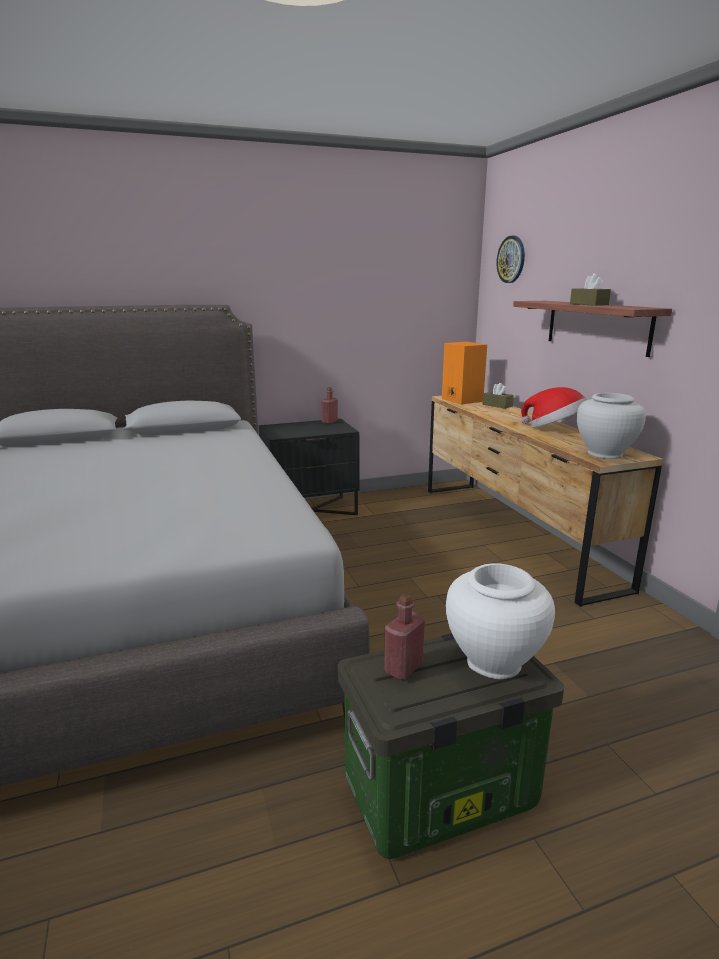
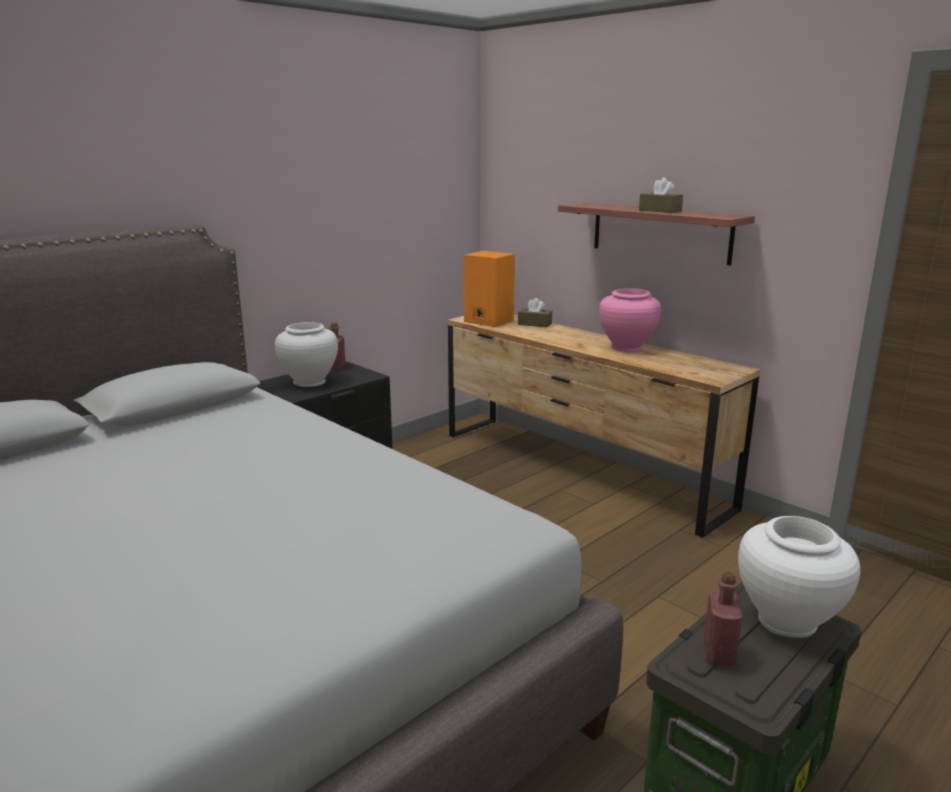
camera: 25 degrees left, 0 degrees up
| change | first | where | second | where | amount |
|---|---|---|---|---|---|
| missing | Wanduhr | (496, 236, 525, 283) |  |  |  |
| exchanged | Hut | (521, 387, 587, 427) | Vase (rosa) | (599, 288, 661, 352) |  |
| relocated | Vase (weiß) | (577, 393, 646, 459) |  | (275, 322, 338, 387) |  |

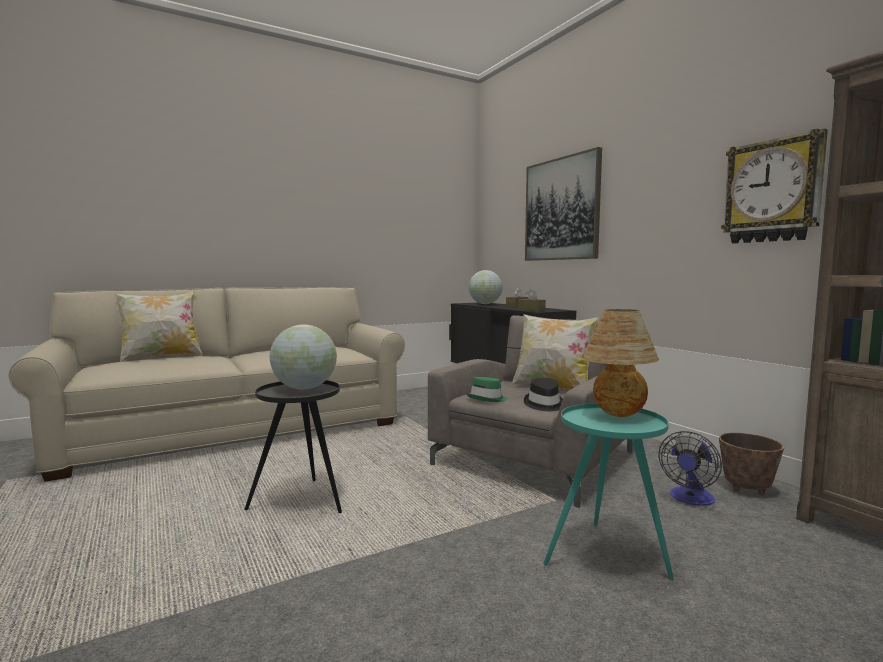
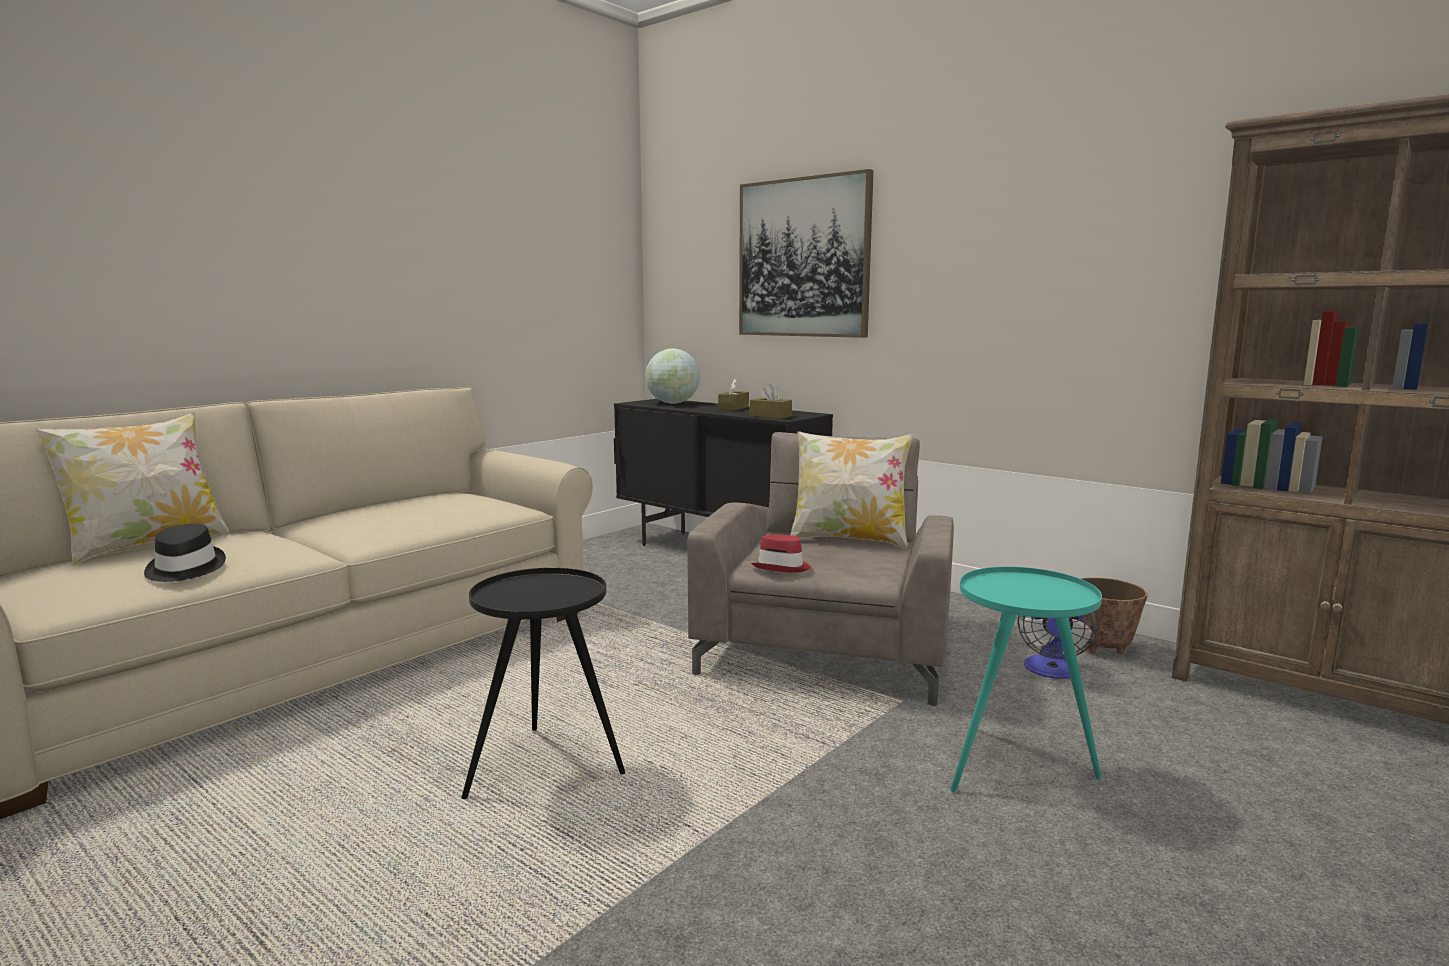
camera: 20 degrees left, 5 degrees up
| change | first | where | second | where | amount |
|---|---|---|---|---|---|
| missing | Wanduhr | (721, 128, 828, 243) |  |  |  |
| missing | Tischlampe | (582, 309, 659, 417) |  |  |  |
| missing | Globus | (270, 325, 337, 389) |  |  |  |
| colour | Hut (grün) | (466, 377, 508, 402) | Hut (rot) | (751, 534, 811, 573) |  |
| relocated | Hut (schwarz) | (524, 378, 563, 411) |  | (144, 523, 226, 582) |  |

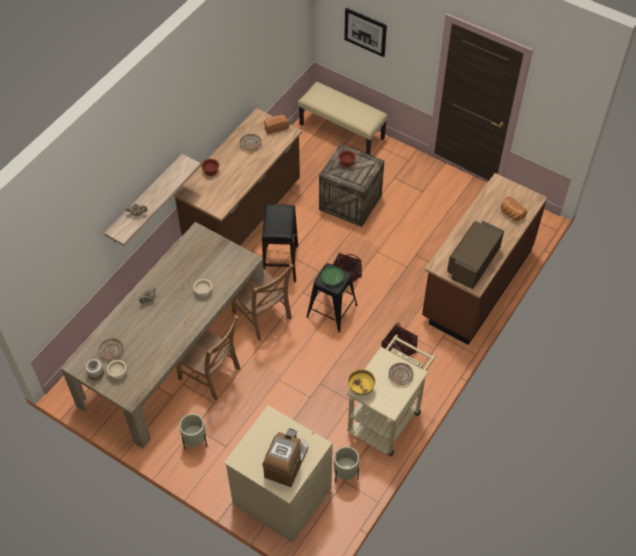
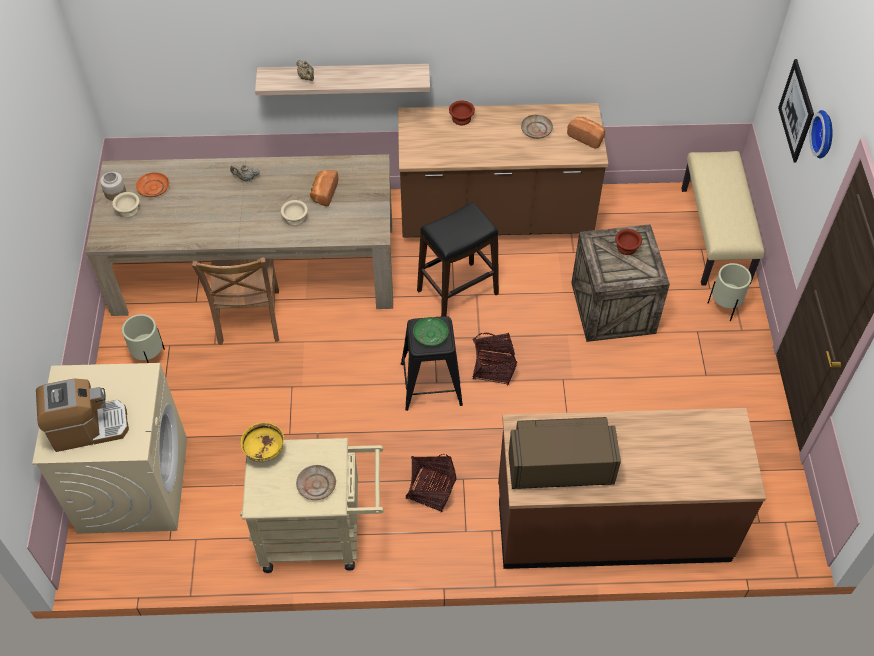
camera: 55 degrees right, 0 degrees up
| change | first | where | second | where | amount |
|---|---|---|---|---|---|
| relocated | Brot | (501, 196, 527, 221) |  | (310, 170, 338, 207) |  |
| missing | Stuhl (braun) | (231, 264, 294, 341) |  |  |  |
| colour | Teller (beige) | (99, 338, 123, 360) | Teller (orange) | (136, 172, 169, 197) |  |
| relocated | Pflanzkübel (beige) | (334, 446, 359, 482) |  | (708, 263, 752, 321) |  |
| appeared |  |  | Wanduhr | (809, 110, 833, 159) |  |

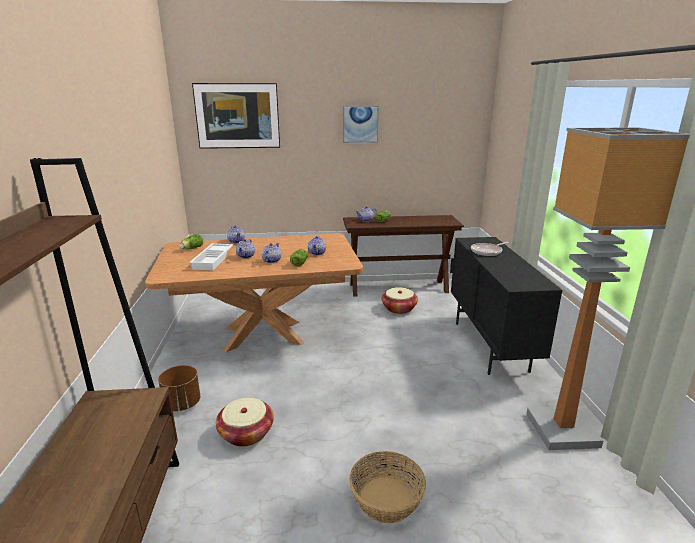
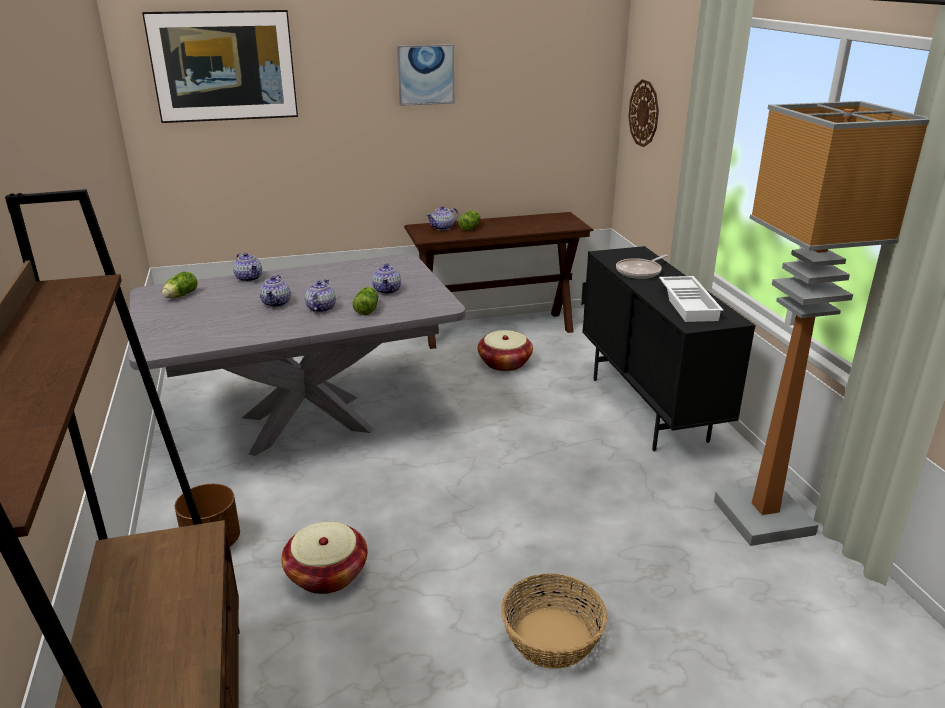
camera: 10 degrees left, 5 degrees up
| change | first | where | second | where | amount |
|---|---|---|---|---|---|
| colour | Esstisch (braun) | (145, 233, 363, 352) | Esstisch (grau) | (128, 254, 466, 456) |  |
| relocated | Tablett (weiß) | (189, 244, 233, 270) |  | (659, 276, 723, 322) |  |
| appeared |  |  | Wanduhr | (628, 79, 659, 147) |  |

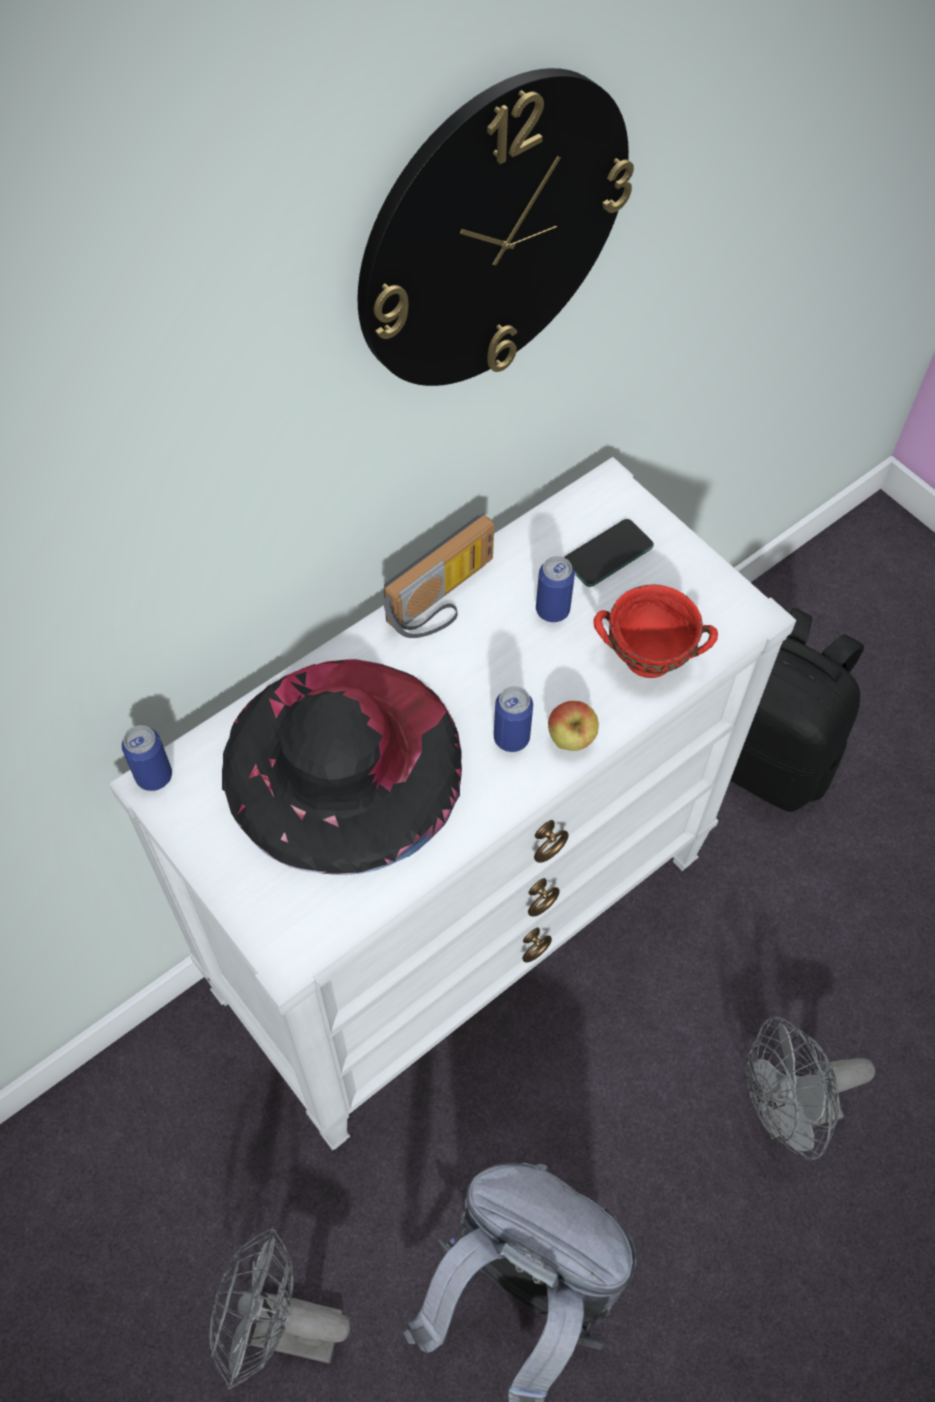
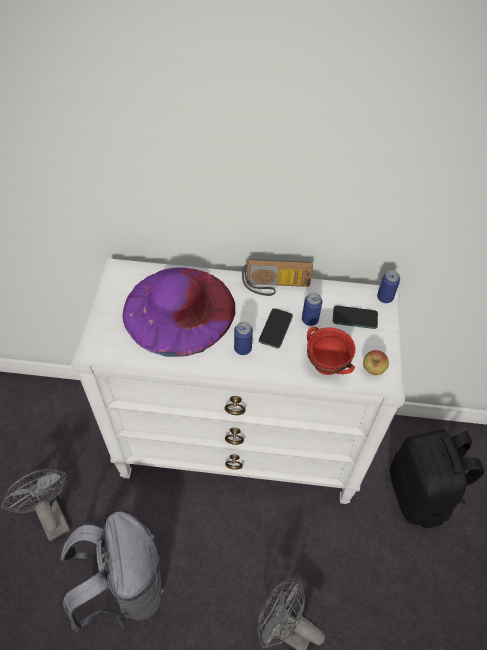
camera: 45 degrees right, 5 degrees down
| change | first | where | second | where | amount |
|---|---|---|---|---|---|
| missing | Wanduhr | (357, 68, 634, 386) |  |  |  |
| colour | Hut (schwarz) | (222, 659, 462, 875) | Hut (lila) | (123, 267, 236, 357) |  |
| relocated | Apfel | (548, 701, 599, 751) |  | (363, 350, 389, 375) |  |
| relocated | Dose | (122, 725, 172, 791) |  | (377, 270, 400, 303) |  |
| appeared |  |  | Handy | (259, 308, 293, 348) |  |

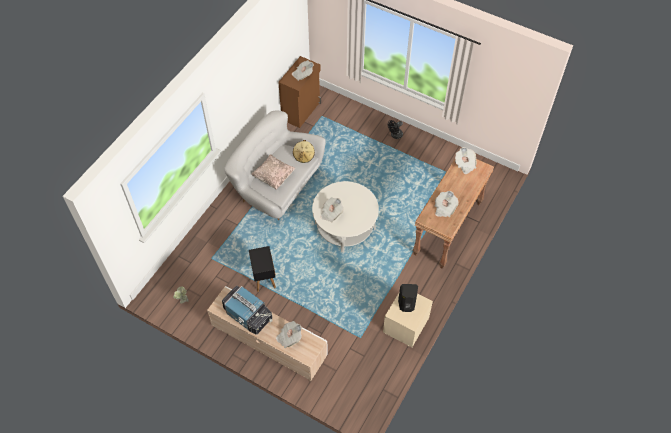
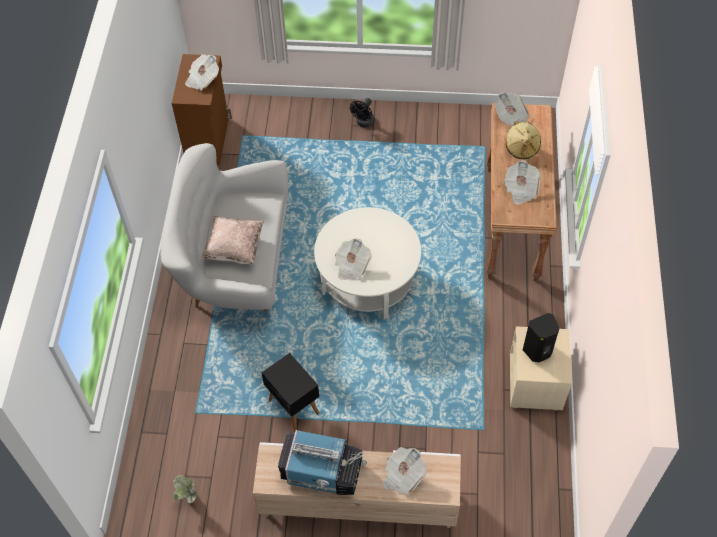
camera: 25 degrees left, 0 degrees up
| change | first | where | second | where | amount |
|---|---|---|---|---|---|
| relocated | Hut (beige) | (293, 140, 315, 163) |  | (505, 121, 541, 159) |  |

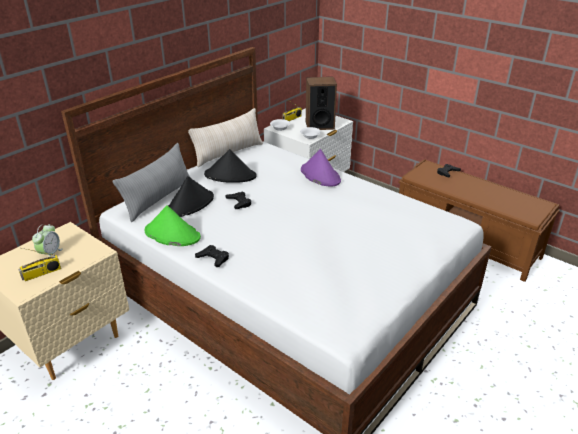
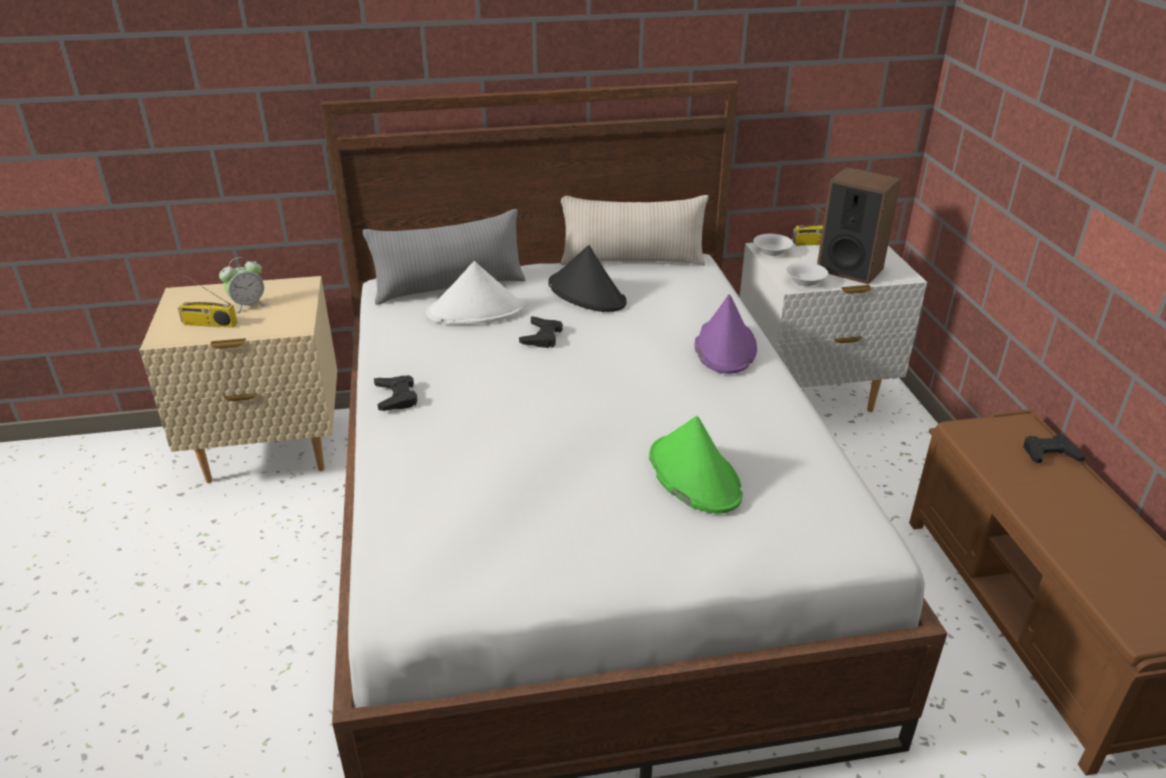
camera: 40 degrees right, 0 degrees up
| change | first | where | second | where | amount |
|---|---|---|---|---|---|
| colour | Hut (schwarz) | (168, 176, 214, 217) | Hut (weiß) | (426, 261, 525, 325) |  |
| relocated | Hut (grün) | (145, 205, 201, 246) |  | (649, 416, 743, 514) |  |

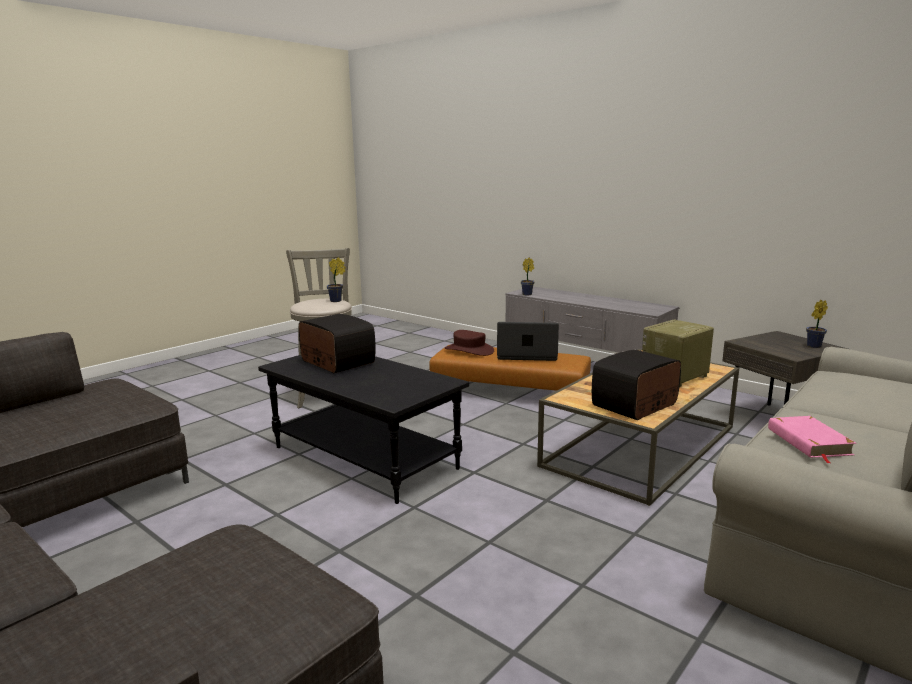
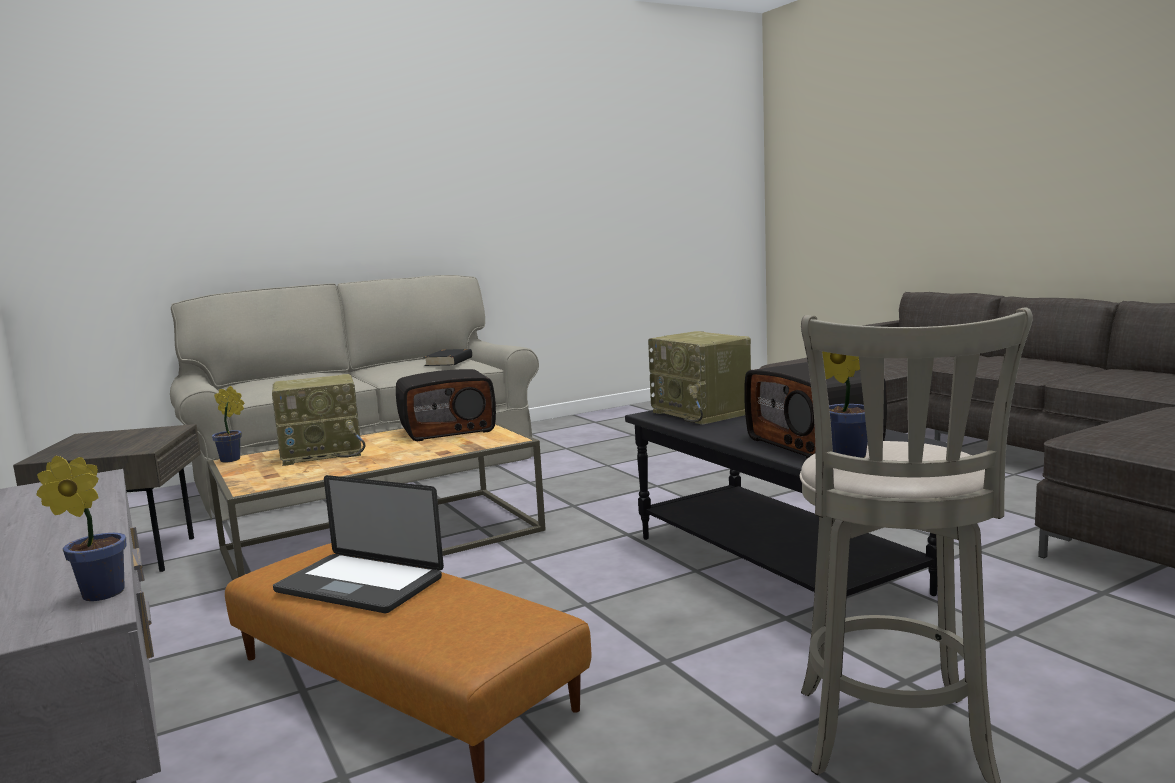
camera: 160 degrees left, 5 degrees down
| change | first | where | second | where | amount |
|---|---|---|---|---|---|
| relocated | Topfpflanze | (806, 300, 828, 348) |  | (212, 386, 245, 462) |  |
| missing | Hut (braun) | (444, 330, 494, 356) |  |  |  |
| colour | Buch (rosa) | (768, 416, 857, 464) | Buch (schwarz) | (424, 349, 472, 366) |  |
| appeared |  |  | Radio | (648, 331, 751, 425) |  |

